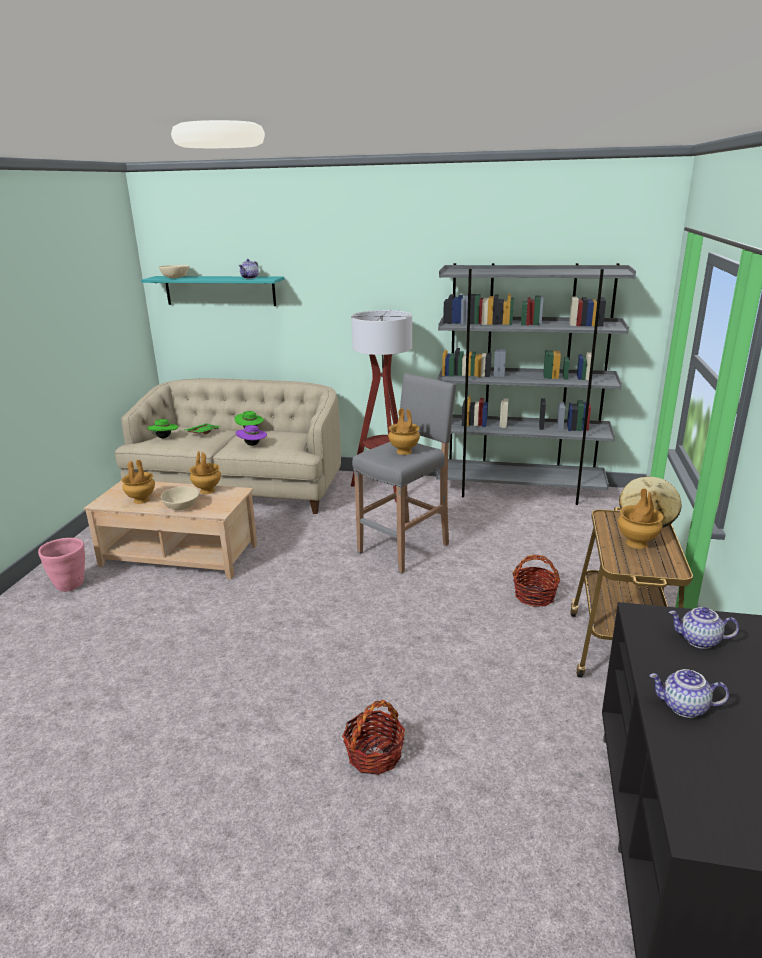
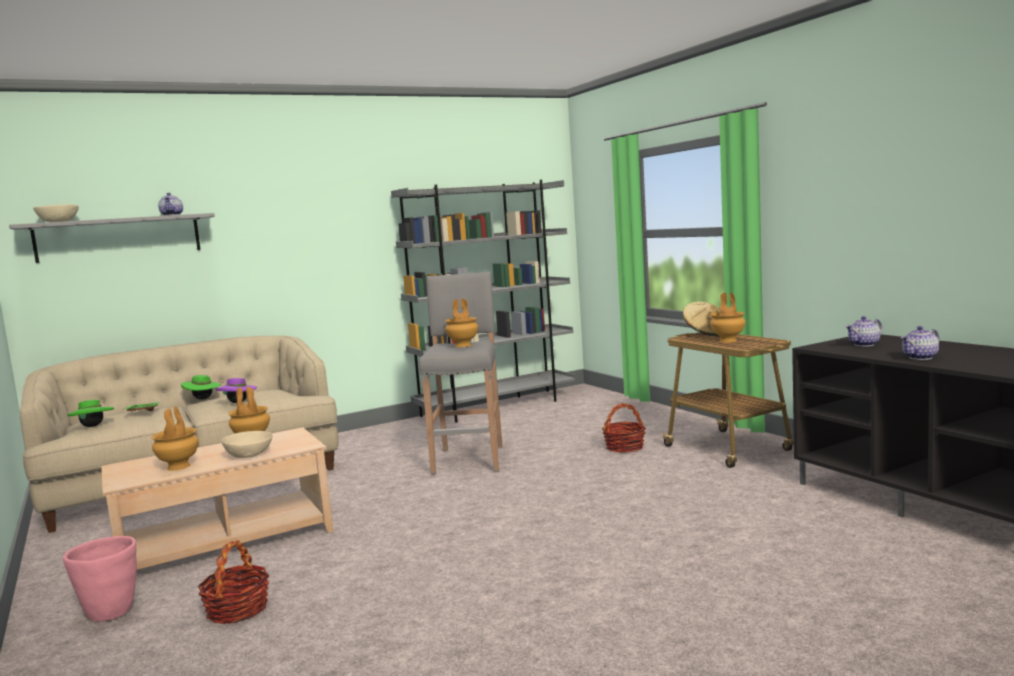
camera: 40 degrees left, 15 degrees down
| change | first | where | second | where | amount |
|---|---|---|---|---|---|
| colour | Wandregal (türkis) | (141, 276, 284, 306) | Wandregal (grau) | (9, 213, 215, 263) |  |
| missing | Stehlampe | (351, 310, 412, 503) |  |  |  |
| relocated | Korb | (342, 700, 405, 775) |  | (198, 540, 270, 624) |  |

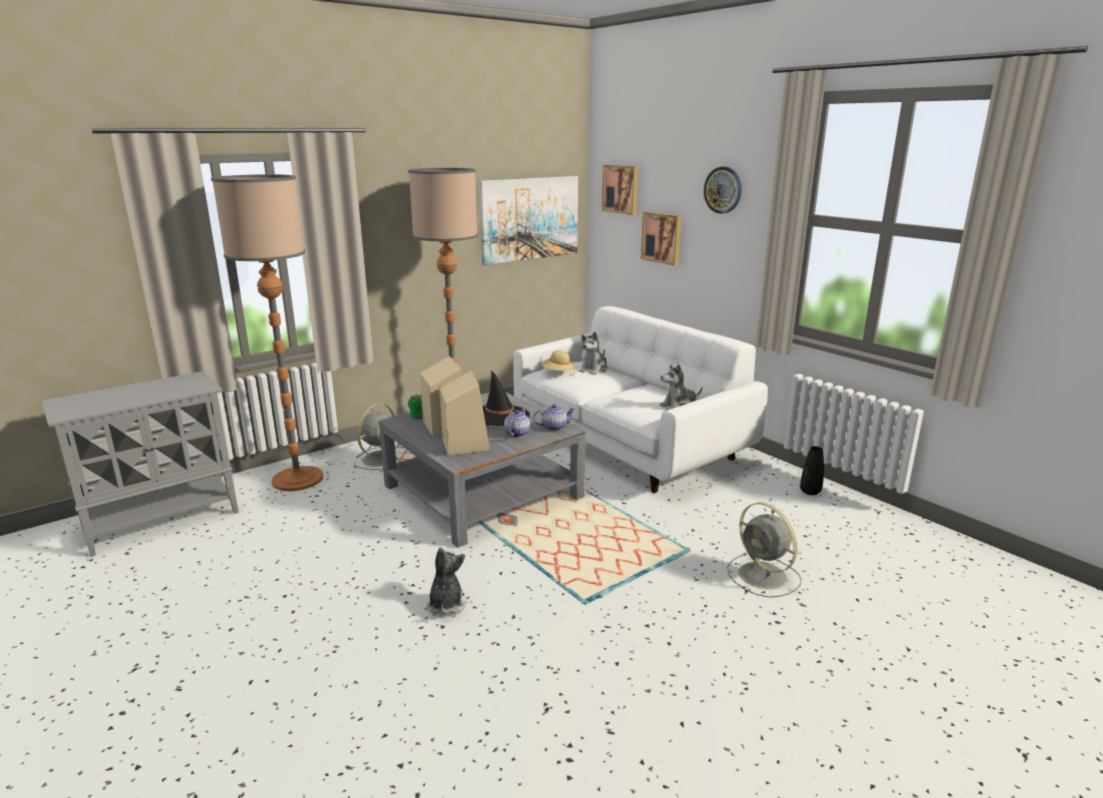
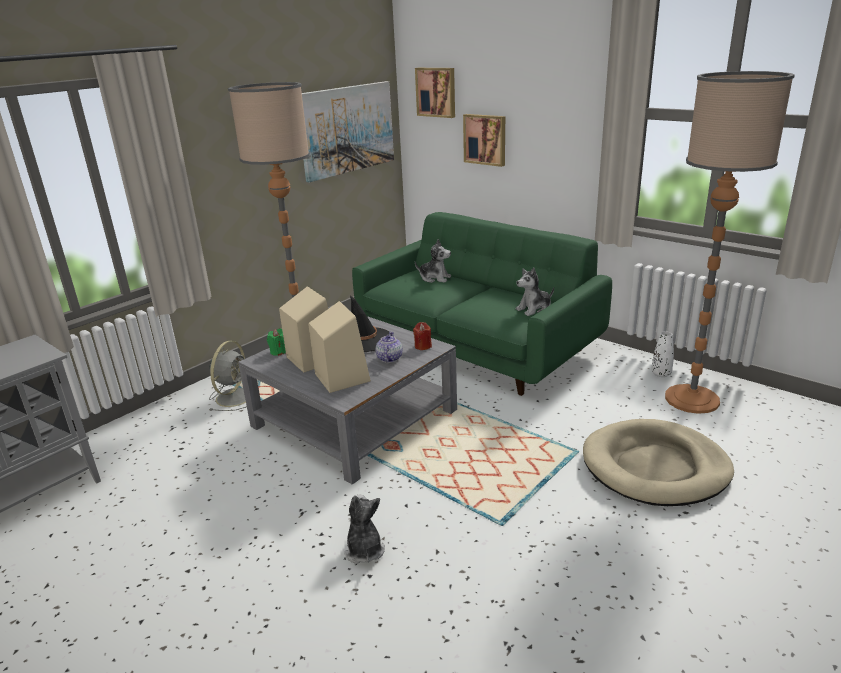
camera: 10 degrees left, 5 degrees up
| change | first | where | second | where | amount |
|---|---|---|---|---|---|
| missing | Wanduhr | (704, 167, 742, 214) |  |  |  |
| relocated | Stehlampe | (211, 174, 323, 491) |  | (665, 71, 795, 414) |  |
| colour | Sofa (weiß) | (513, 306, 768, 493) | Sofa (grün) | (352, 212, 612, 396) |  |
| spun | Plüschtier | (579, 332, 607, 375) |  | (415, 239, 451, 283) | 90 degrees counterclockwise |
| missing | Hut (beige) | (542, 350, 575, 374) |  |  |  |
| exchanged | Teekanne | (533, 404, 575, 431) | Kerze (rot) | (413, 322, 432, 350) |  |
| colour | Vase (schwarz) | (800, 446, 824, 495) | Vase (weiß) | (651, 331, 674, 377) |  |
| exchanged | Ventilator (grau) | (727, 502, 802, 597) | Hundebett (beige) | (583, 419, 734, 506) |  |

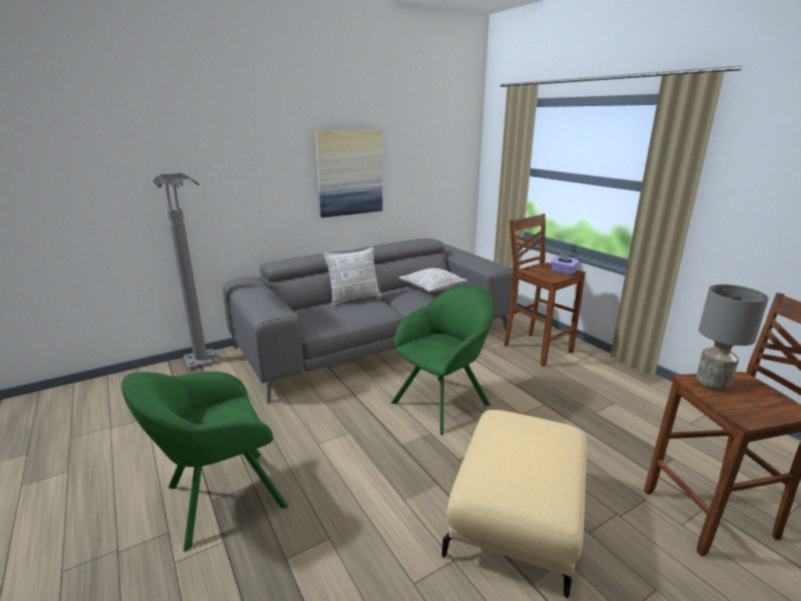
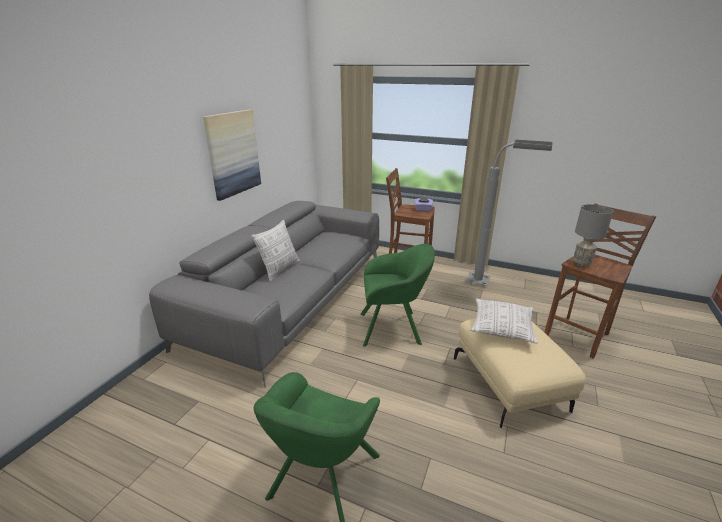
camera: 35 degrees left, 5 degrees up
| change | first | where | second | where | amount |
|---|---|---|---|---|---|
| relocated | Stehlampe (grau) | (153, 173, 218, 368) |  | (466, 140, 553, 286) |  |
| relocated | Kissen | (399, 268, 467, 292) |  | (471, 298, 538, 344) |  |
| spun | Sessel (grün) | (391, 284, 495, 435) |  | (361, 244, 435, 347) | 75 degrees clockwise |

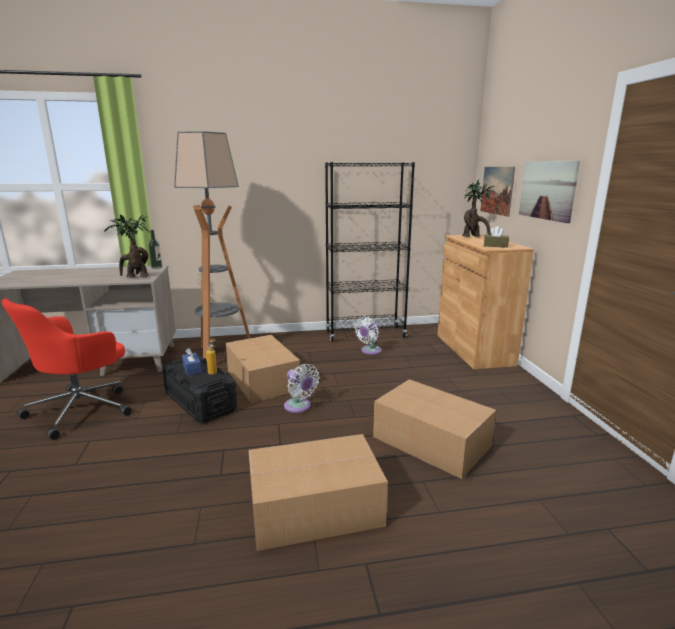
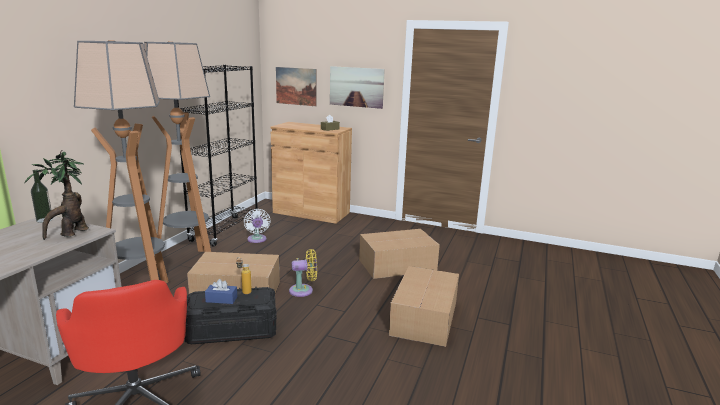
camera: 60 degrees left, 0 degrees up
| change | first | where | second | where | amount |
|---|---|---|---|---|---|
| missing | Topfpflanze | (462, 179, 500, 237) |  |  |  |
| colour | Ventilator (weiß) | (284, 364, 320, 413) | Ventilator (gelb) | (289, 249, 317, 297) |  |
| appeared |  |  | Stehlampe | (144, 42, 211, 270) |  |

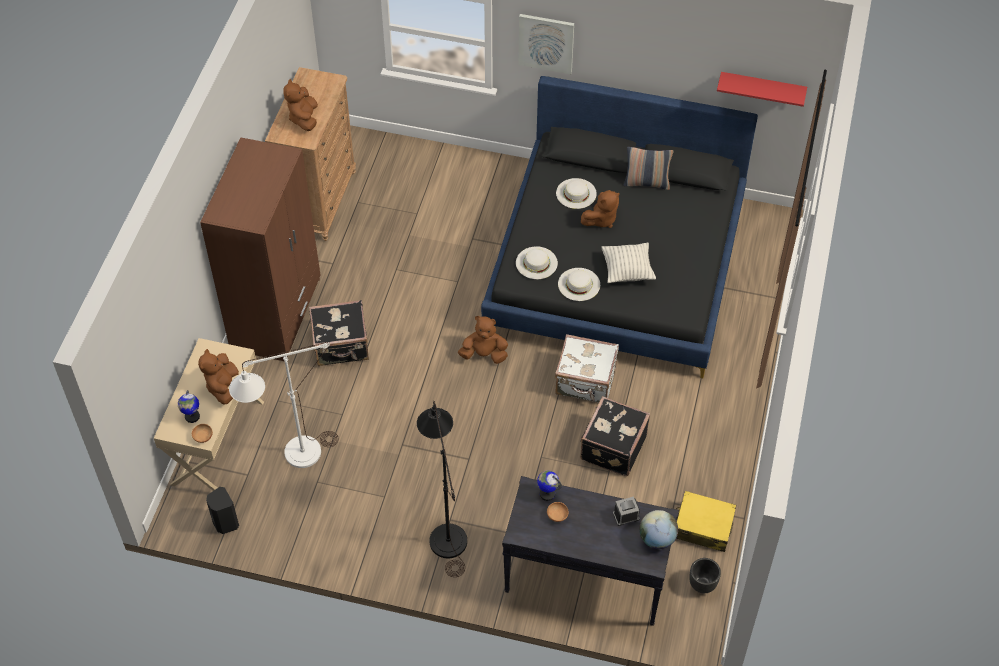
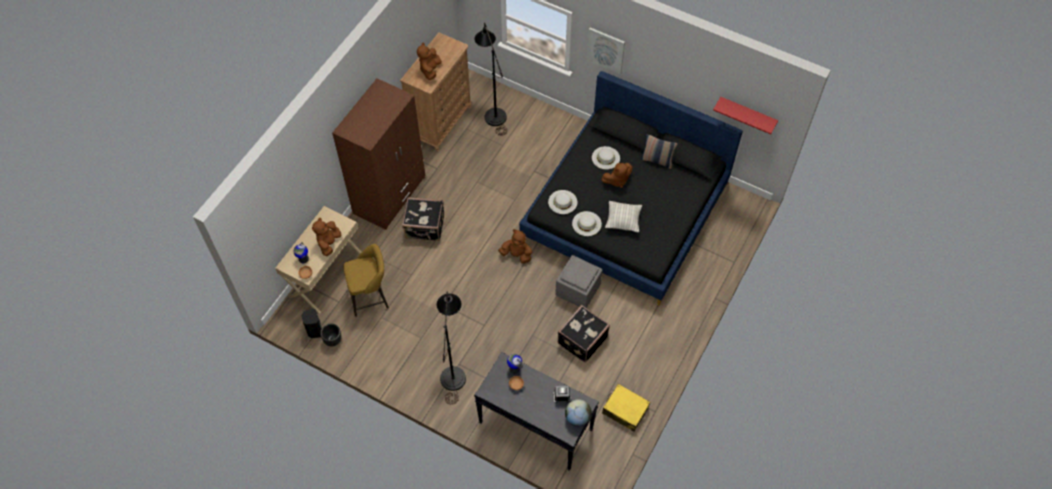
camera: 15 degrees right, 5 degrees up
| change | first | where | second | where | amount |
|---|---|---|---|---|---|
| exchanged | Koffer (weiß) | (555, 334, 619, 403) | Polsterhocker (grau) | (555, 255, 602, 308) |  |
| exchanged | Stehlampe (weiß) | (229, 342, 339, 468) | Hocker (gelb) | (343, 244, 389, 317) |  |
| relocated | Pflanzkübel (schwarz) | (689, 558, 721, 593) |  | (320, 324, 342, 347) |  |
| appeared |  |  | Stehlampe (schwarz) | (474, 22, 507, 136) |  |

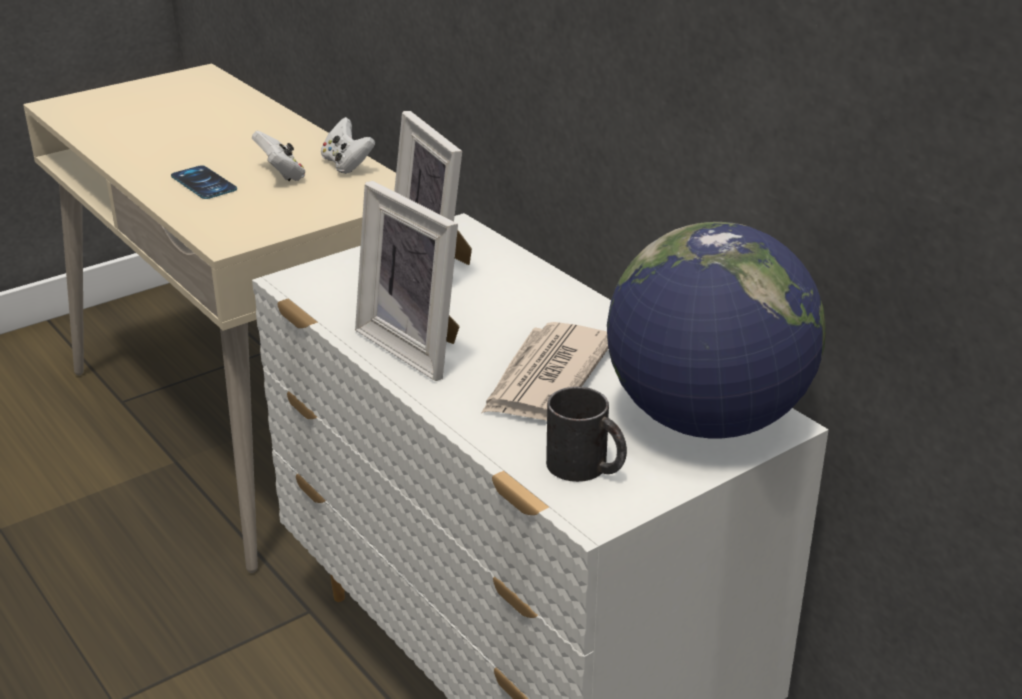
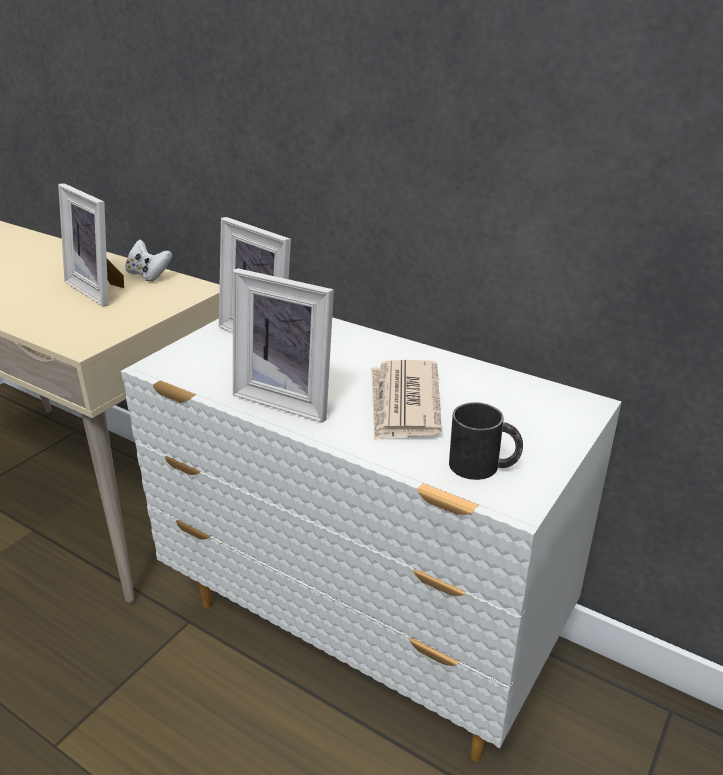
camera: 20 degrees left, 0 degrees up
| change | first | where | second | where | amount |
|---|---|---|---|---|---|
| exchanged | Gamepad (weiß) | (252, 131, 305, 181) | Bilderrahmen | (58, 183, 124, 306) |  |
| missing | Handy | (171, 165, 237, 199) |  |  |  |
| missing | Globus | (607, 222, 826, 438) |  |  |  |

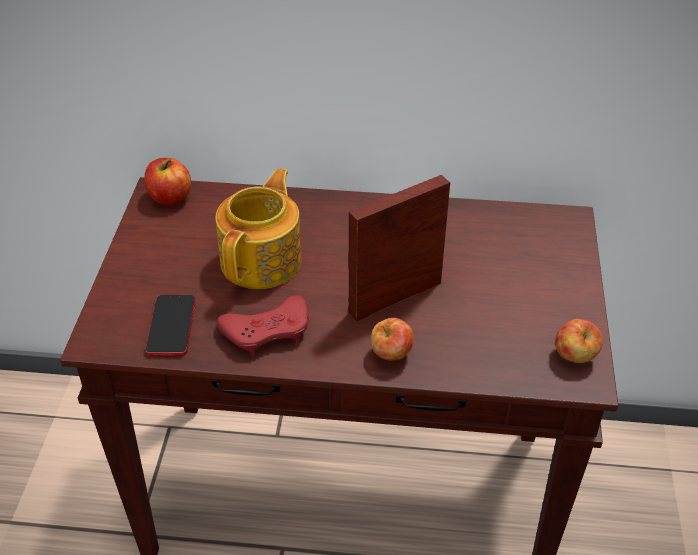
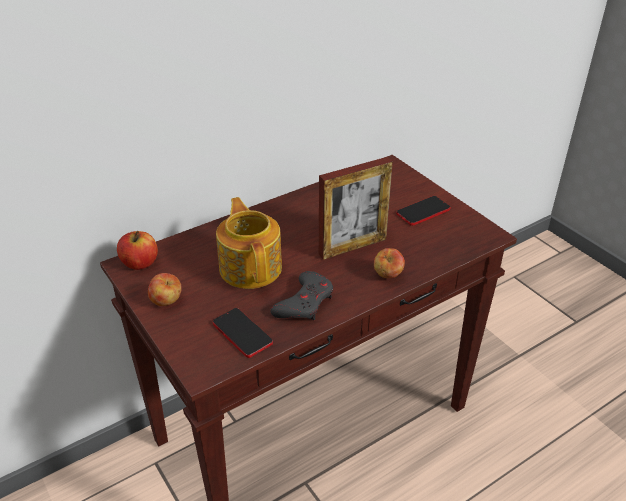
camera: 40 degrees left, 5 degrees down
| change | first | where | second | where | amount |
|---|---|---|---|---|---|
| spun | Bilderrahmen | (349, 175, 450, 322) |  | (319, 157, 393, 260) | 135 degrees counterclockwise |
| colour | Gamepad (rot) | (217, 295, 309, 356) | Gamepad (grau) | (270, 271, 333, 320) |  |
| relocated | Apfel | (555, 319, 603, 363) |  | (148, 273, 182, 306) |  |
| appeared |  |  | Handy | (396, 196, 450, 226) |  |

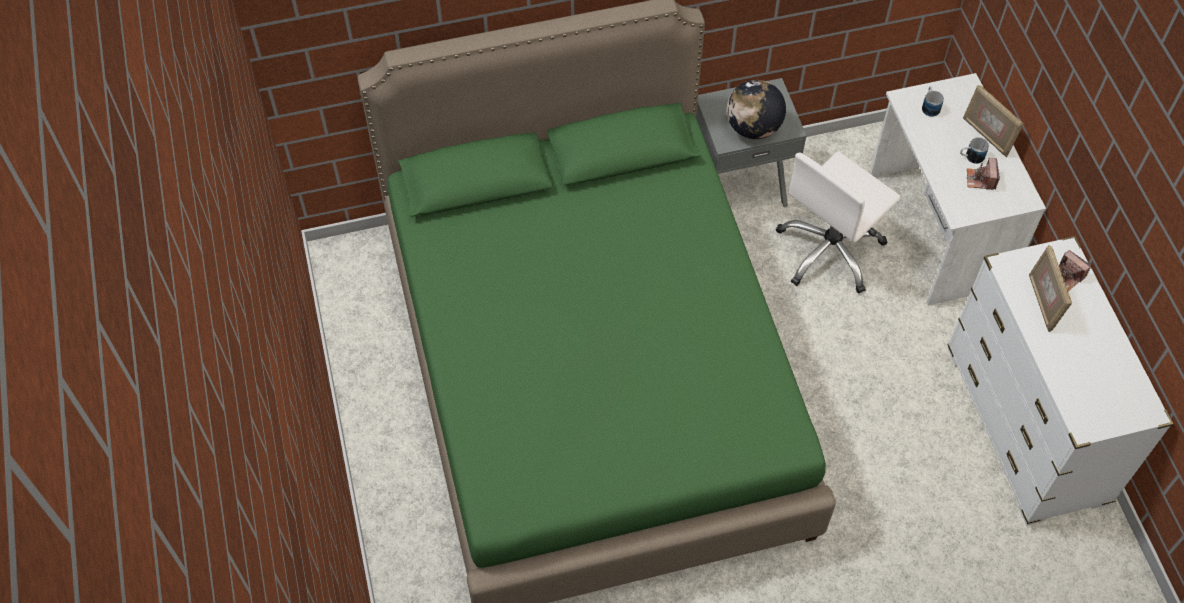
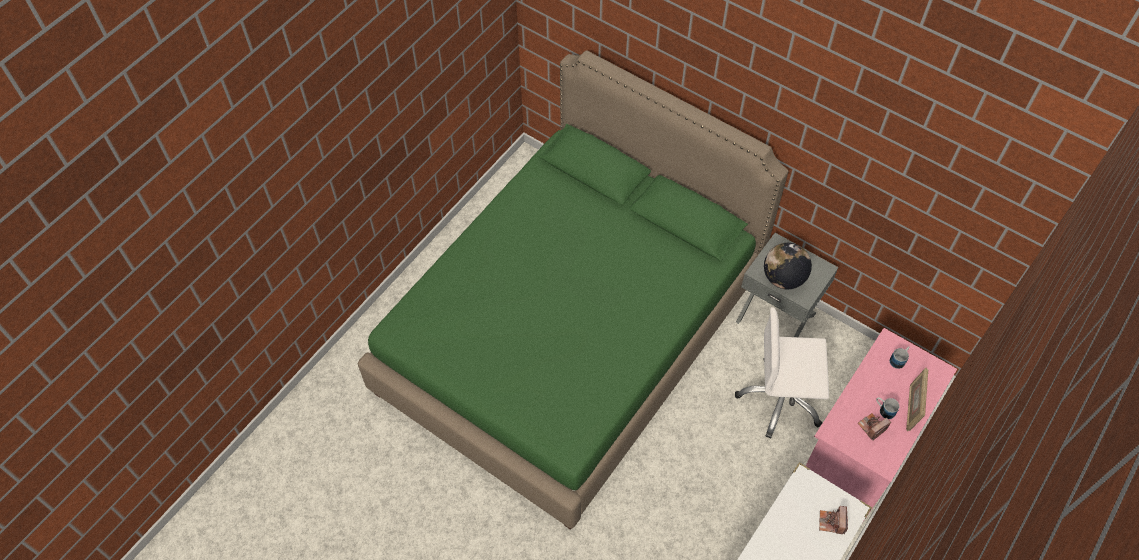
camera: 50 degrees right, 0 degrees up
| change | first | where | second | where | amount |
|---|---|---|---|---|---|
| colour | Schreibtisch (weiß) | (870, 73, 1046, 306) | Schreibtisch (rosa) | (806, 328, 957, 522) |  |
| missing | Bilderrahmen | (1029, 245, 1072, 332) |  |  |  |

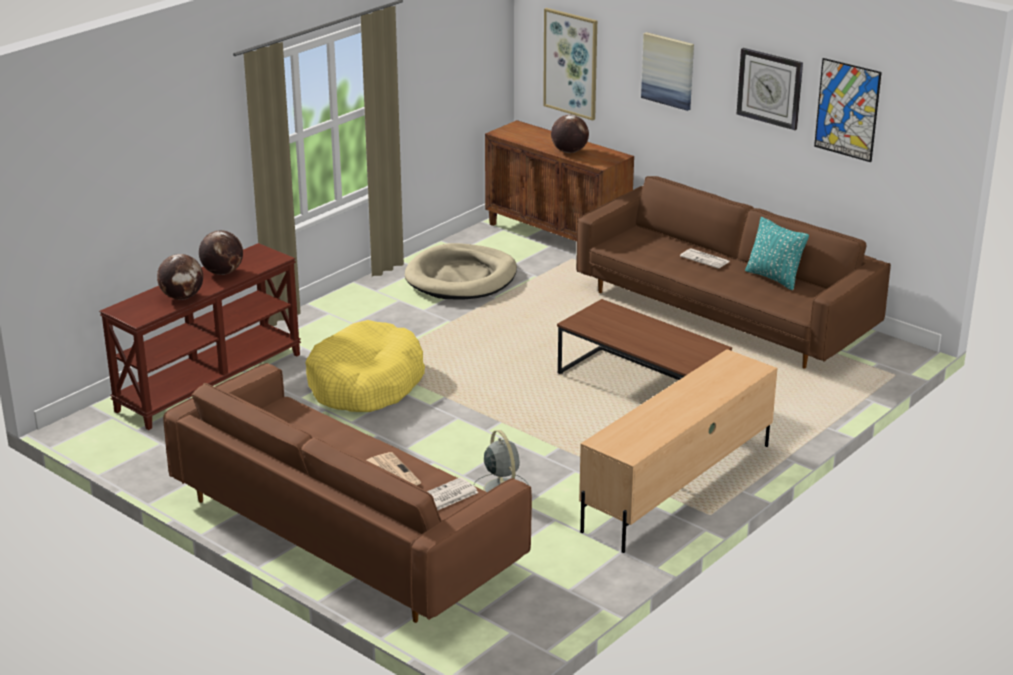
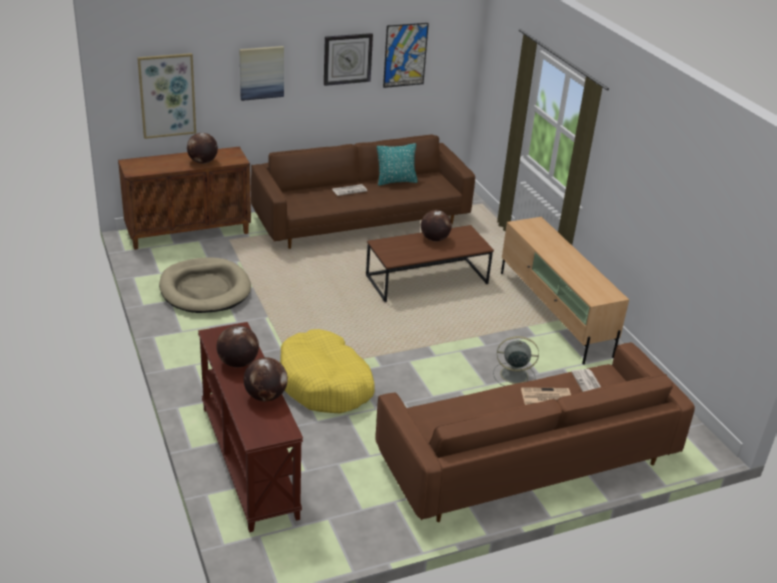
camera: 65 degrees left, 5 degrees up
| change | first | where | second | where | amount |
|---|---|---|---|---|---|
| appeared |  |  | Globus | (421, 210, 452, 242) |  |

